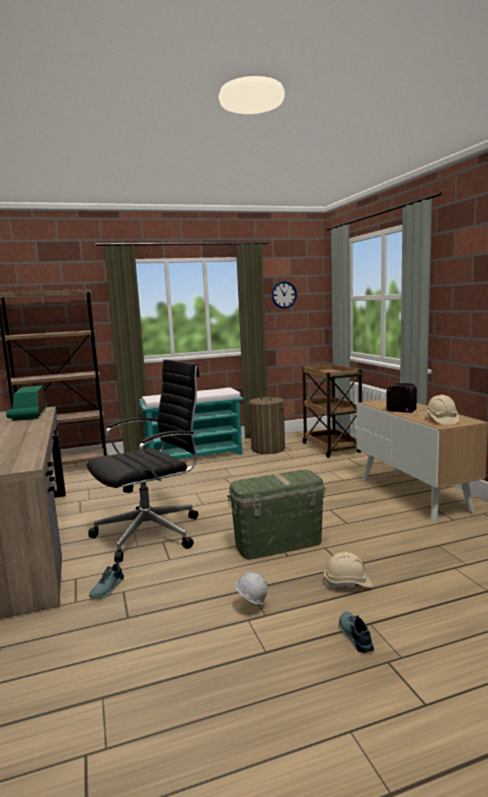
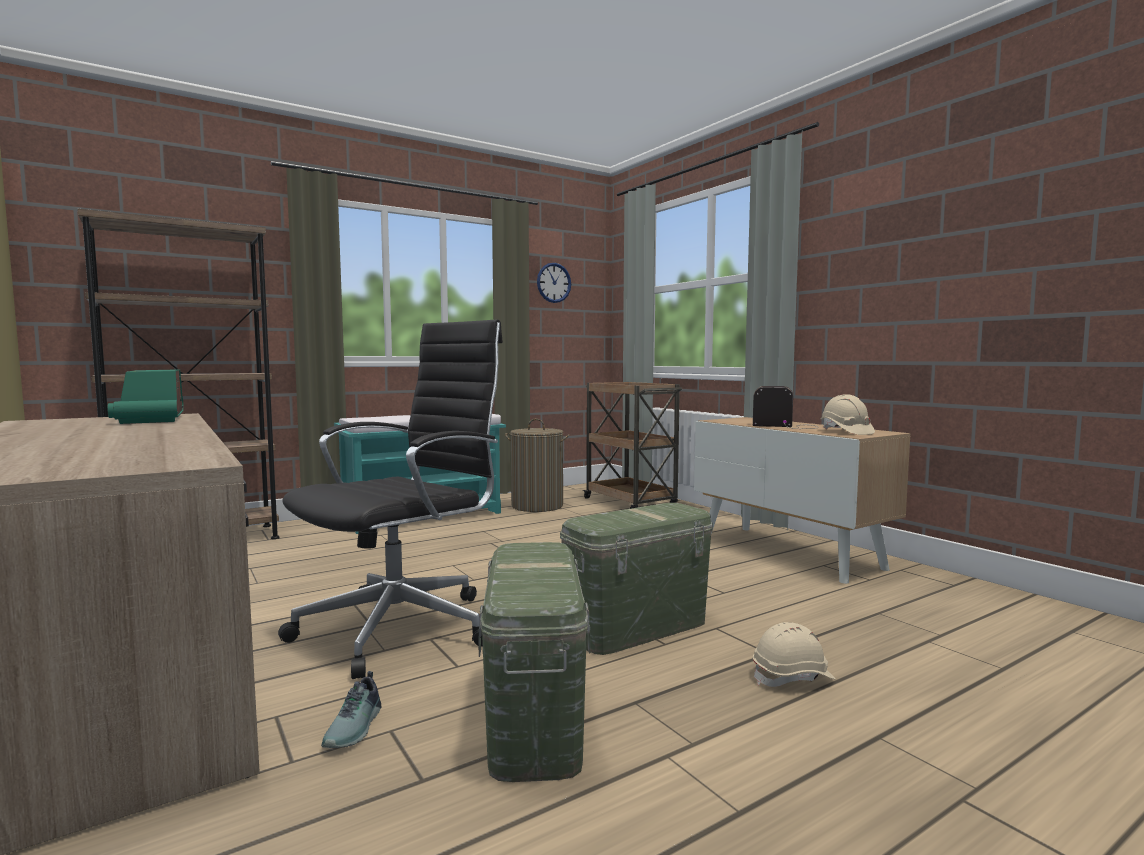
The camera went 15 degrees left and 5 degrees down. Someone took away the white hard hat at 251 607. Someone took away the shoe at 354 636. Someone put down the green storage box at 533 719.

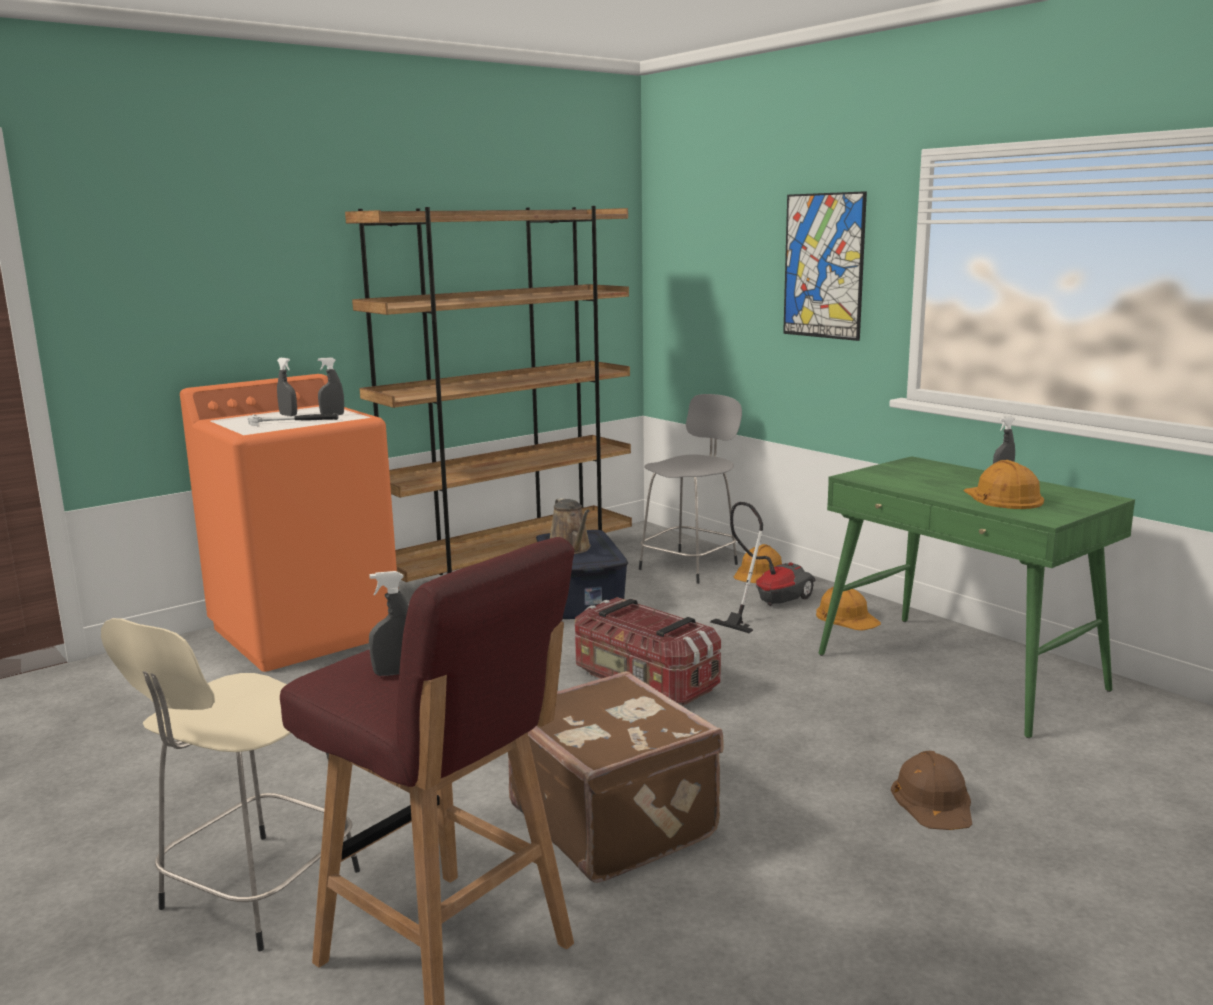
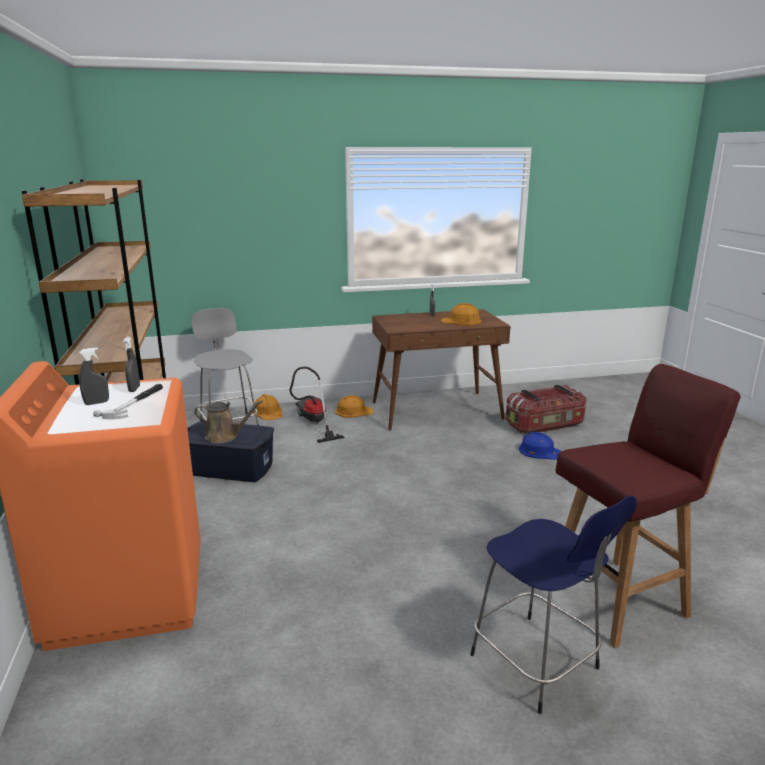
The camera went 65 degrees left and 5 degrees up. Someone repainted the beige stool at 256 893, which became the blue stool at 537 664. Someone took away the grey spray bottle at 395 673. Someone took away the brown suitcase at 615 820. Someone carried the storage box from 643 681 to 545 425. Someone took away the picture at 823 266. Someone repainted the green desk at 960 672, which became the brown desk at 437 410. Someone repainted the brown hard hat at 933 800, which became the blue hard hat at 540 451.

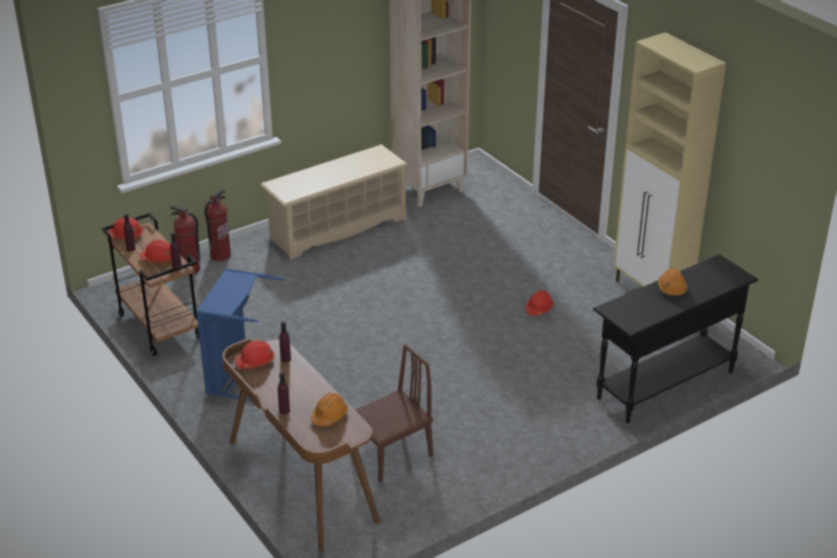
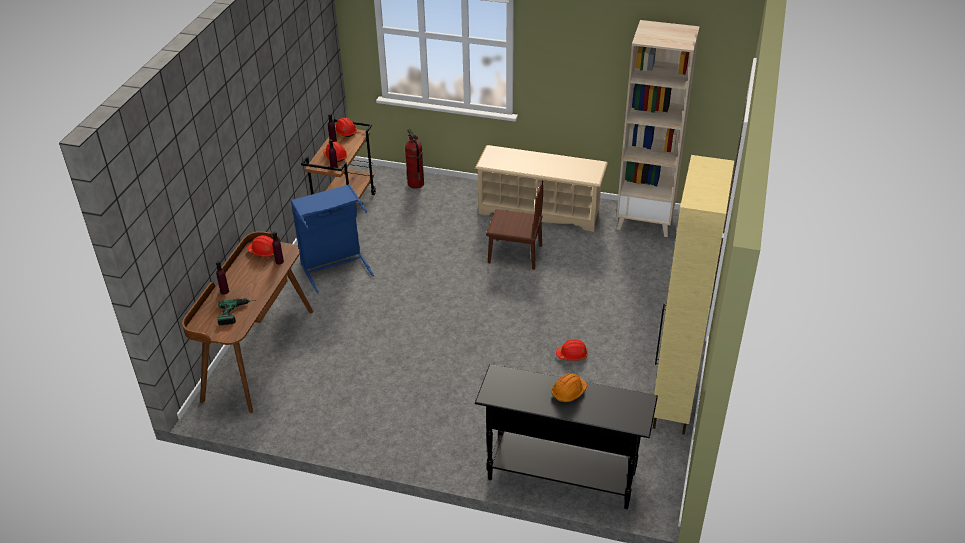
The camera went 50 degrees right and 5 degrees up. Someone took away the fire extinguisher at 220 256. Someone swapped the orange hard hat at 329 416 for the power drill at 237 312. Someone carried the brown chair from 391 454 to 515 254.

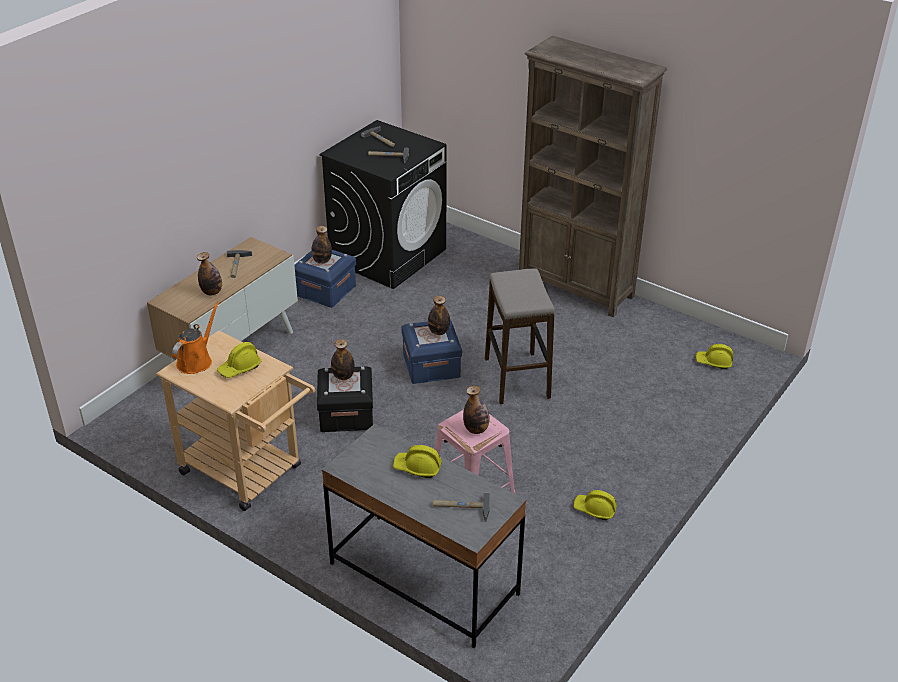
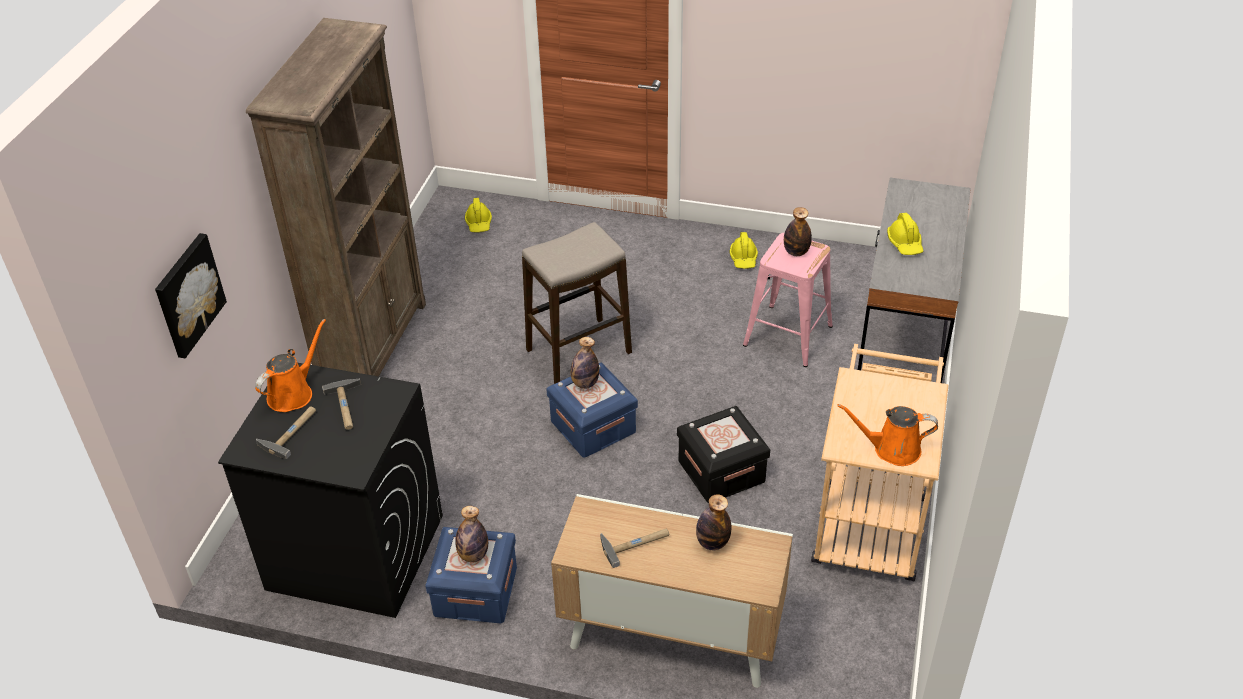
The camera went 110 degrees left and 5 degrees up. Someone took away the yellow hard hat at 240 368. Someone took away the bottle at 343 376. Someone took away the hammer at 461 508. Someone put up the picture at 188 295. Someone put down the orange watering can at 293 393.

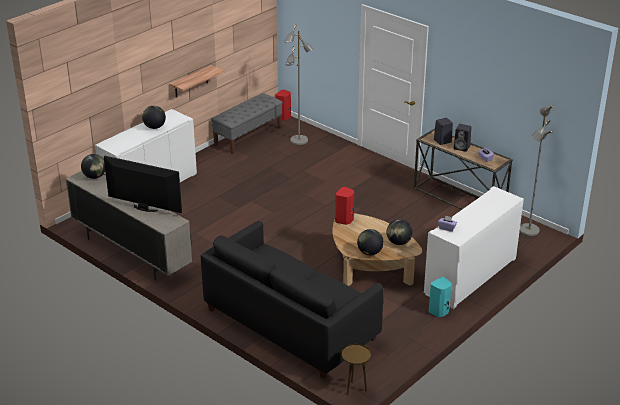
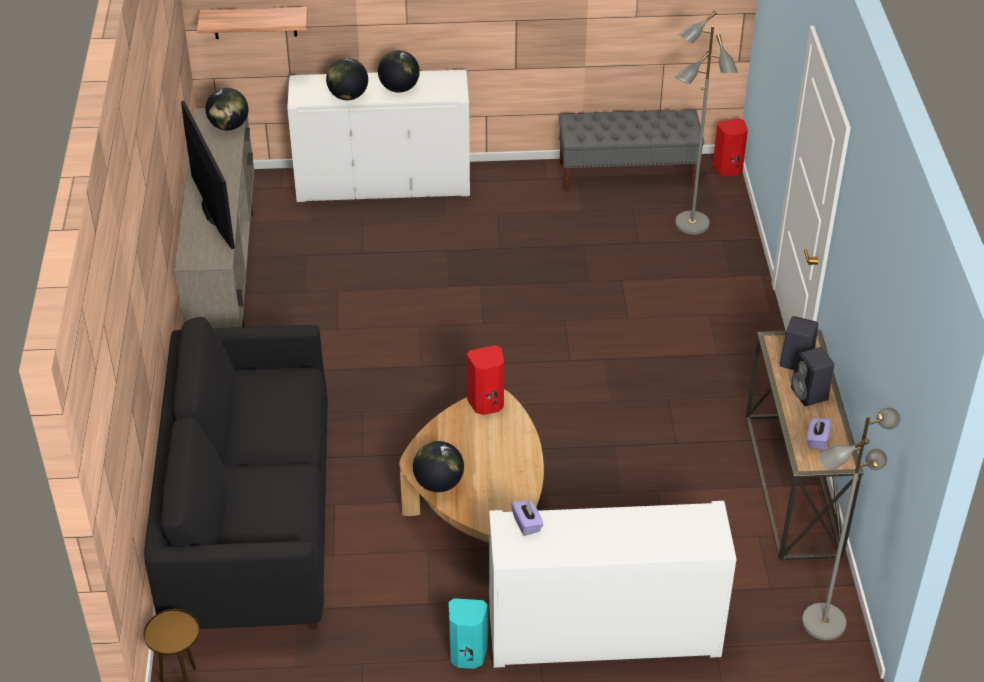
The camera went 45 degrees right and 10 degrees up. Someone carried the shelf from 191 82 to 255 22. Someone carried the globe from 398 242 to 348 96.

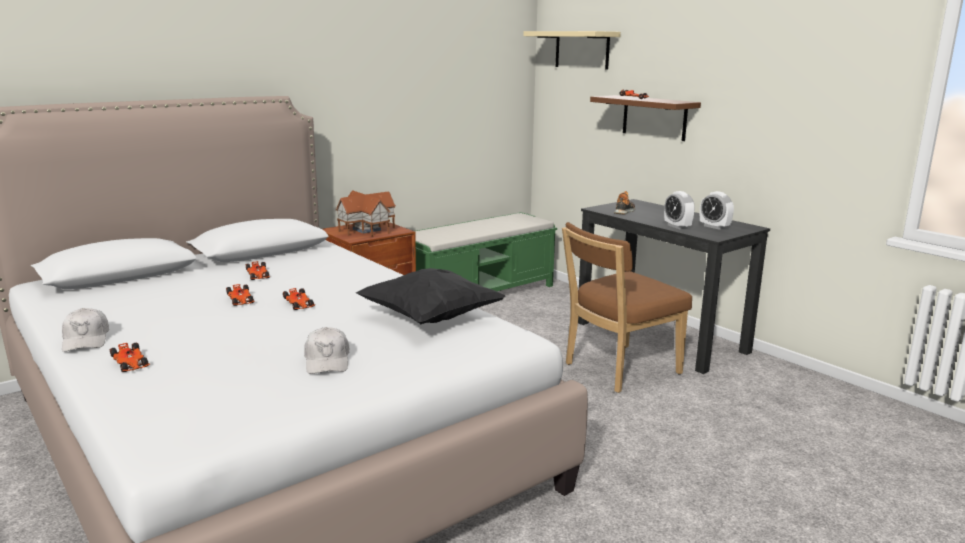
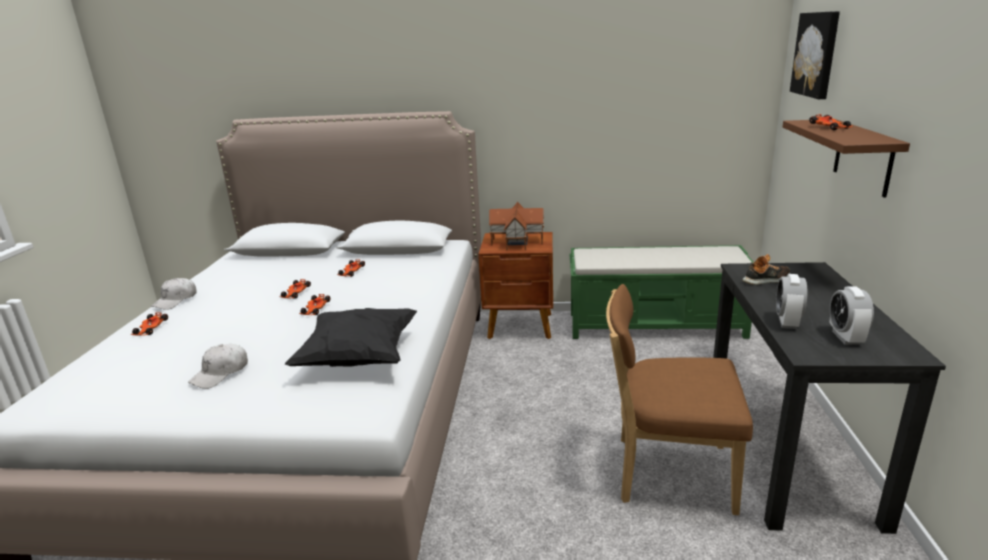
The camera went 45 degrees right and 5 degrees up. Someone swapped the beige shelf at 582 50 for the picture at 817 54.

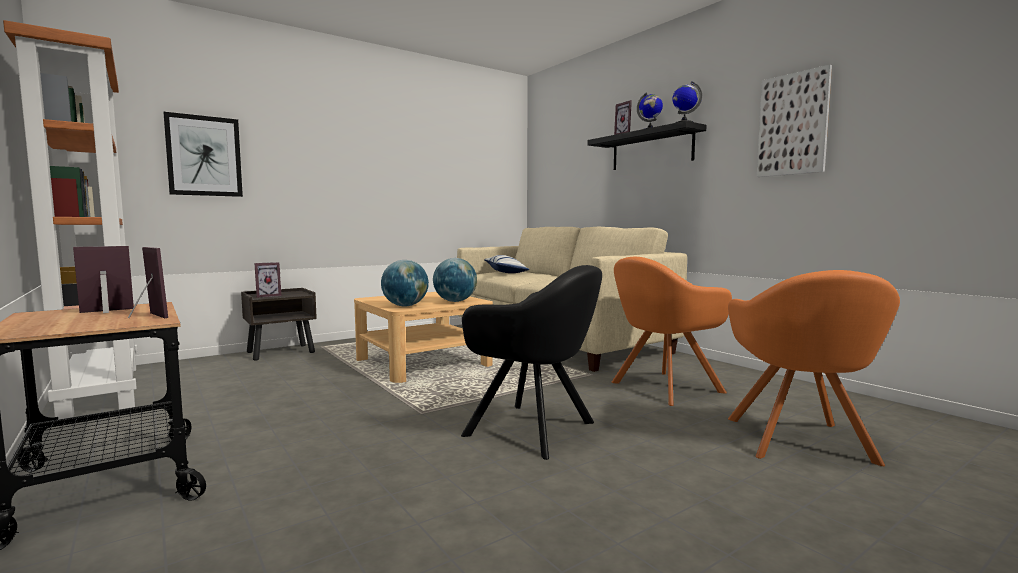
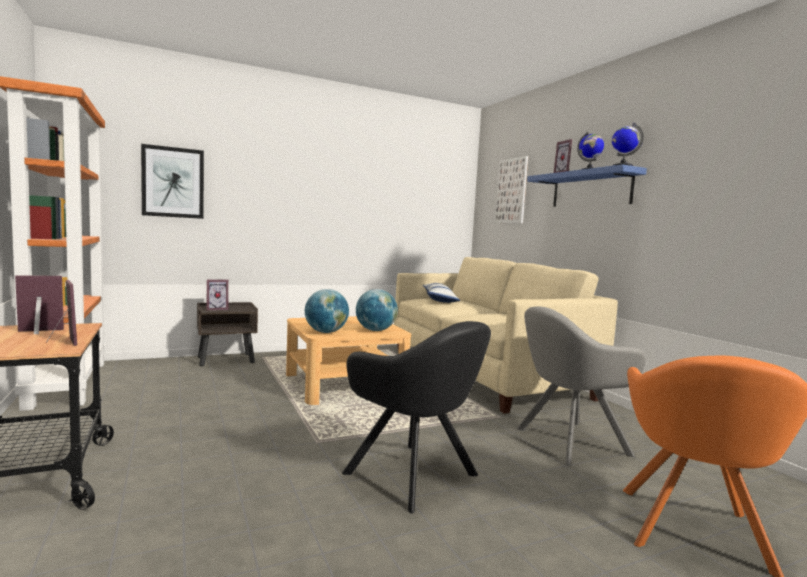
The camera went 10 degrees right and 0 degrees up. Someone repainted the black shelf at 651 150, which became the blue shelf at 590 189. Someone repainted the orange armchair at 661 388, which became the grey armchair at 566 442. Someone carried the picture from 793 124 to 511 191.

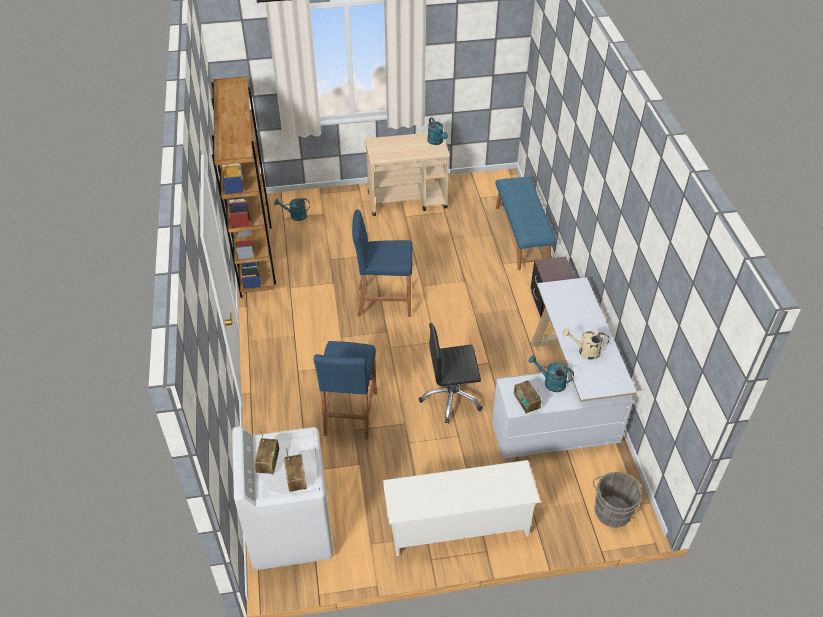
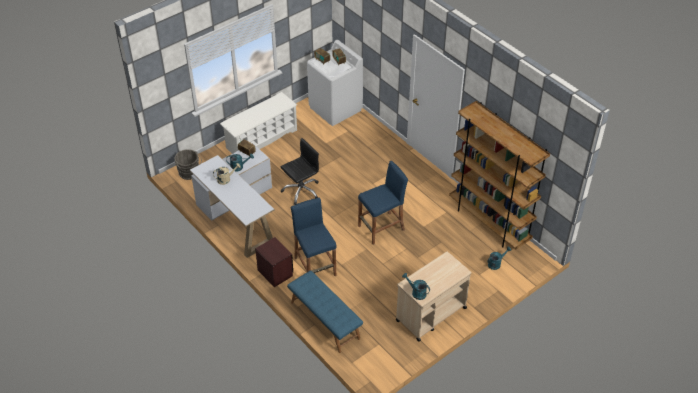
The camera went 150 degrees right and 0 degrees up. Someone carried the blue stool from 350 413 to 315 266.

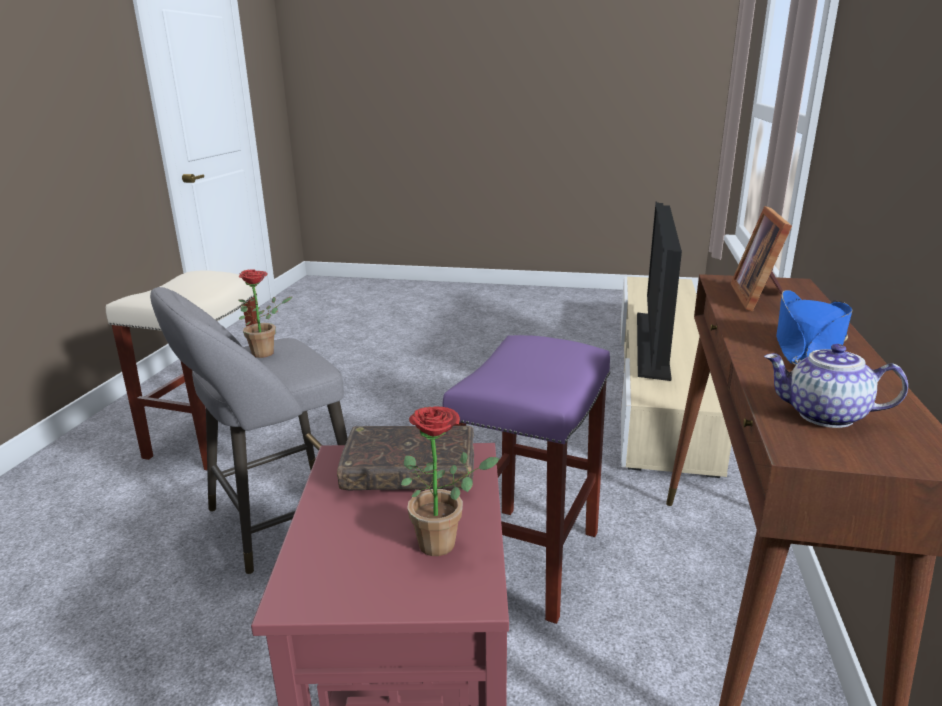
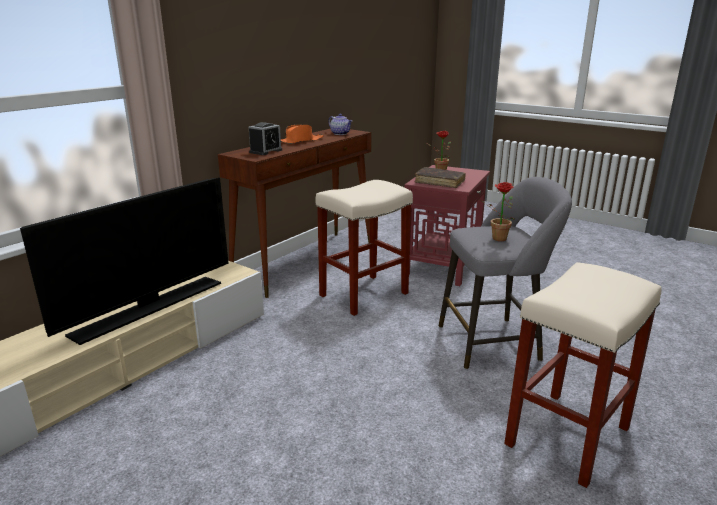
The camera went 155 degrees left and 0 degrees up. Someone repainted the purple stool at 527 561, which became the beige stool at 364 294. Someone swapped the picture frame at 759 297 for the alarm clock at 265 151. Someone repainted the blue hat at 807 345, which became the orange hat at 299 141.

